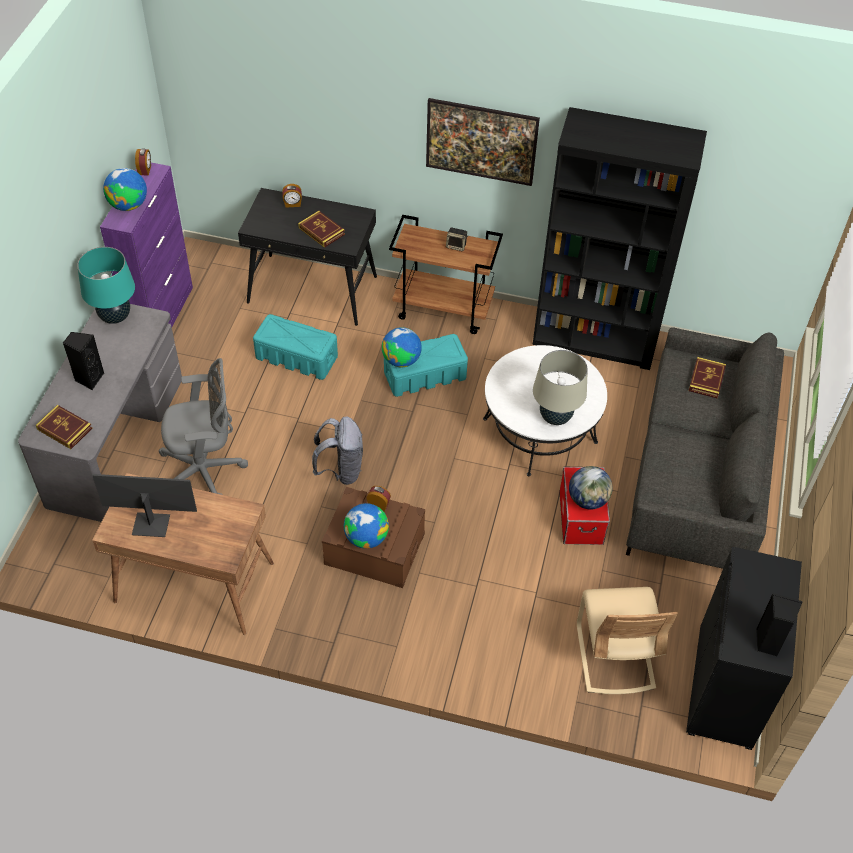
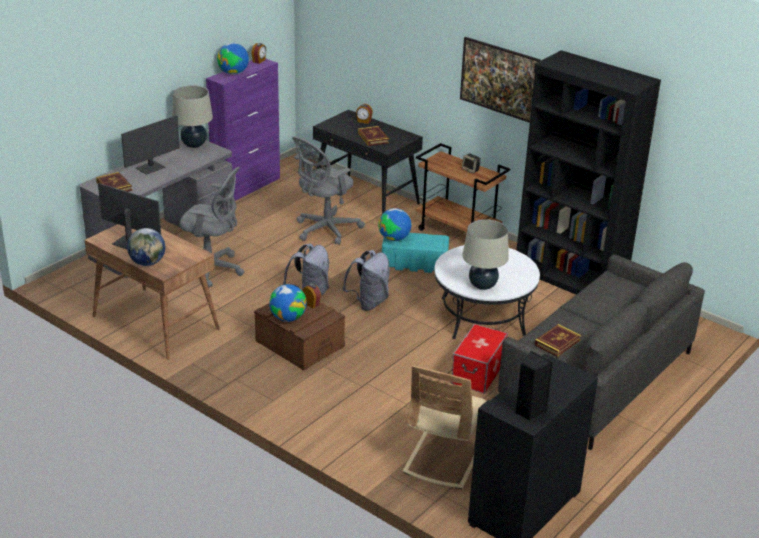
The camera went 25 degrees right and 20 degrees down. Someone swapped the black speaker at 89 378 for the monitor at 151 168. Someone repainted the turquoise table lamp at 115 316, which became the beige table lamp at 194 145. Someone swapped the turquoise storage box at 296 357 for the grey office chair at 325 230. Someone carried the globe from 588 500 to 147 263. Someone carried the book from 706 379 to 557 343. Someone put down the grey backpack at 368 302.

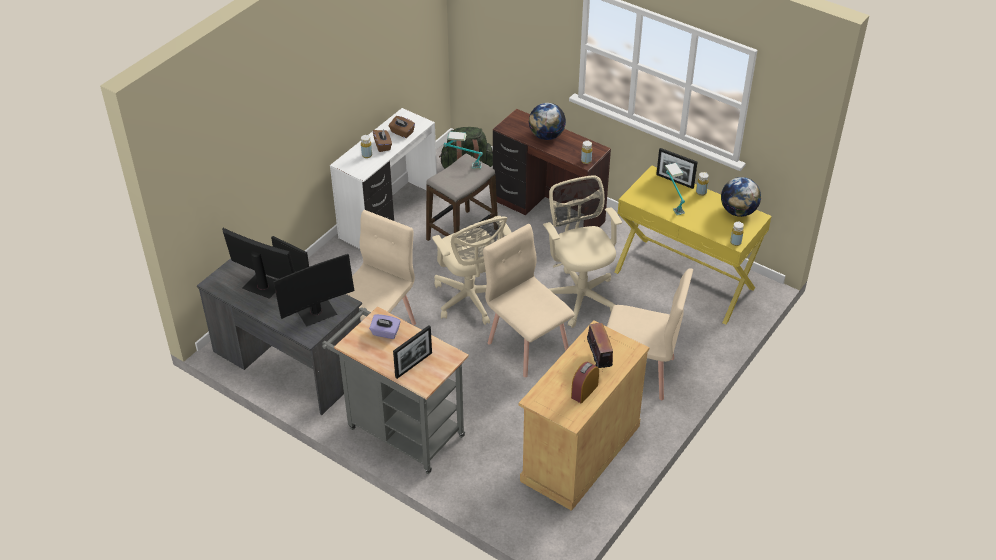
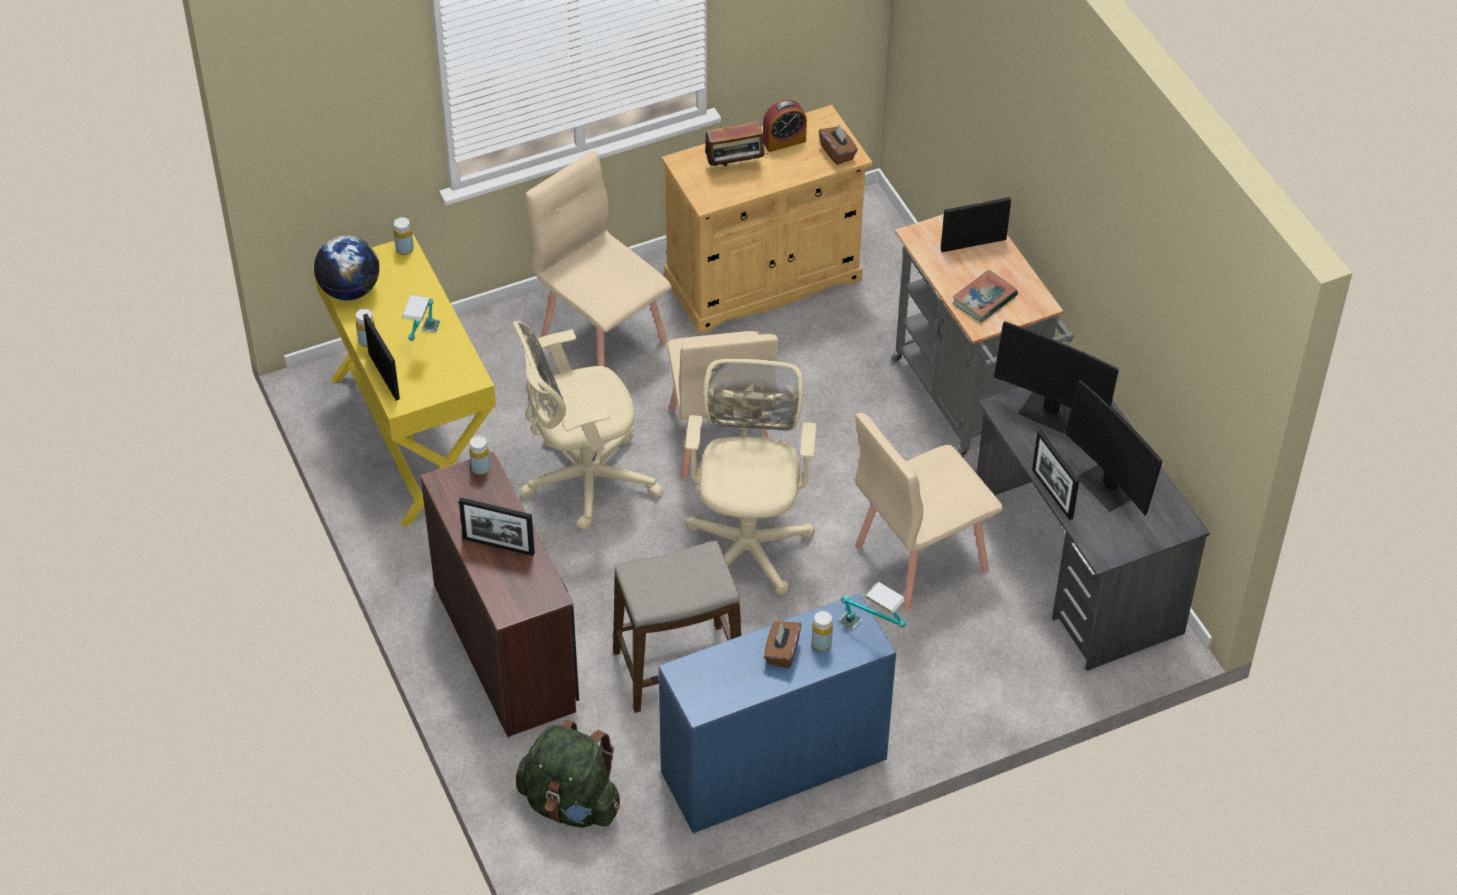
The camera went 150 degrees left and 5 degrees up. Someone rotated the monitor at 316 312 by 150 degrees counterclockwise. Someone repainted the white desk at 390 216, which became the blue desk at 772 764. Someone swapped the purple tissue box at 385 333 for the book at 984 300. Someone carried the brown tissue box from 402 132 to 837 153. Someone carried the table lamp from 463 165 to 871 634. Someone swapped the globe at 546 136 for the picture frame at 498 546. Someone rotated the beige office chair at 580 294 by 60 degrees clockwise. Someone rotated the radio at 599 360 by 120 degrees counterclockwise.

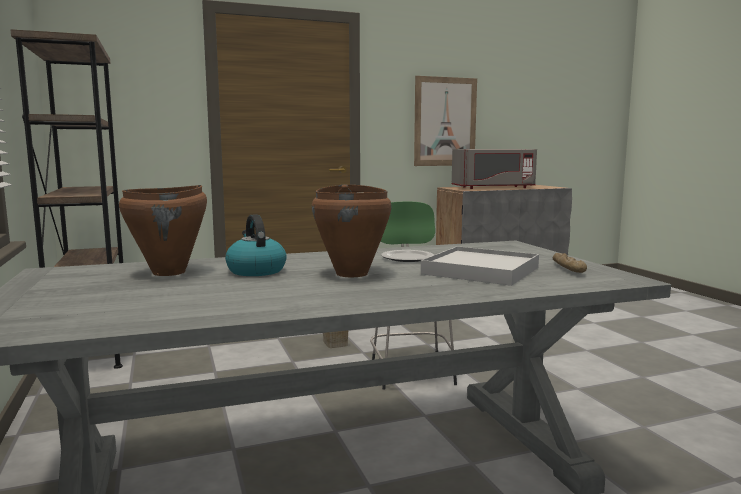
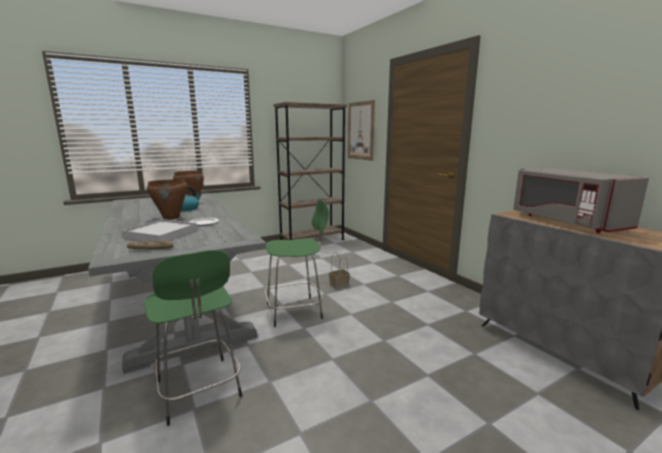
The camera went 80 degrees right and 5 degrees up. Someone carried the picture from 445 122 to 361 131. Someone put down the green stool at 199 391.

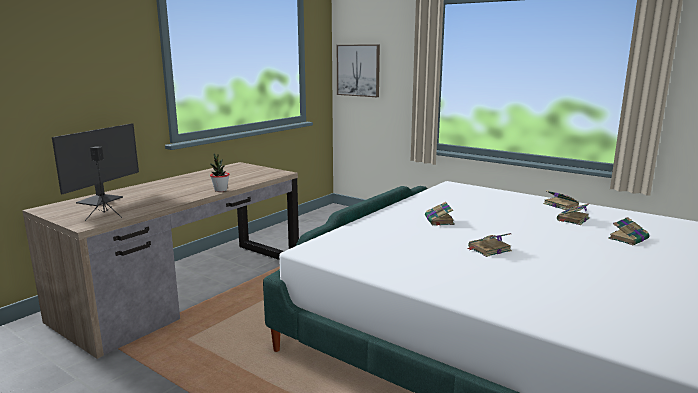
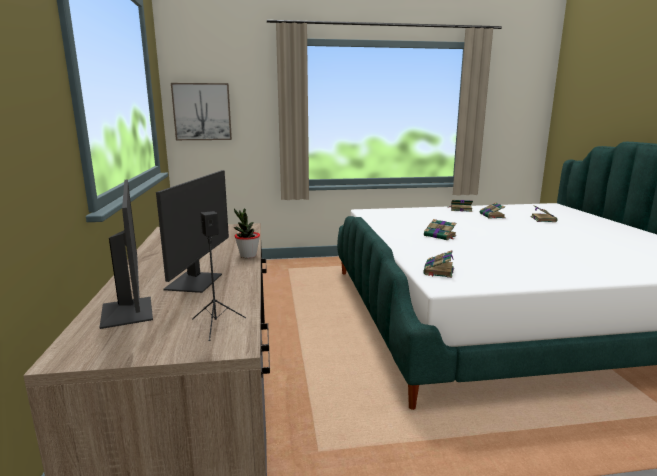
The camera went 45 degrees left and 0 degrees up. Someone carried the book from 488 249 to 438 271. Someone put down the monitor at 195 282.

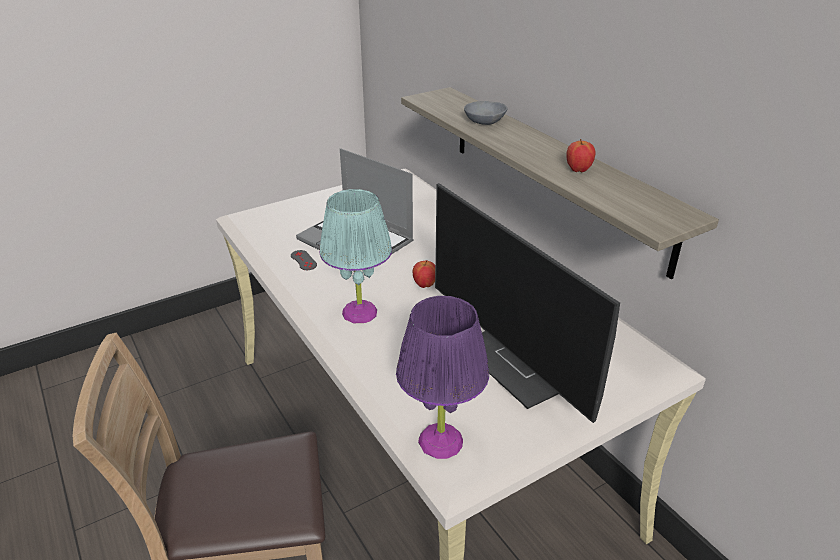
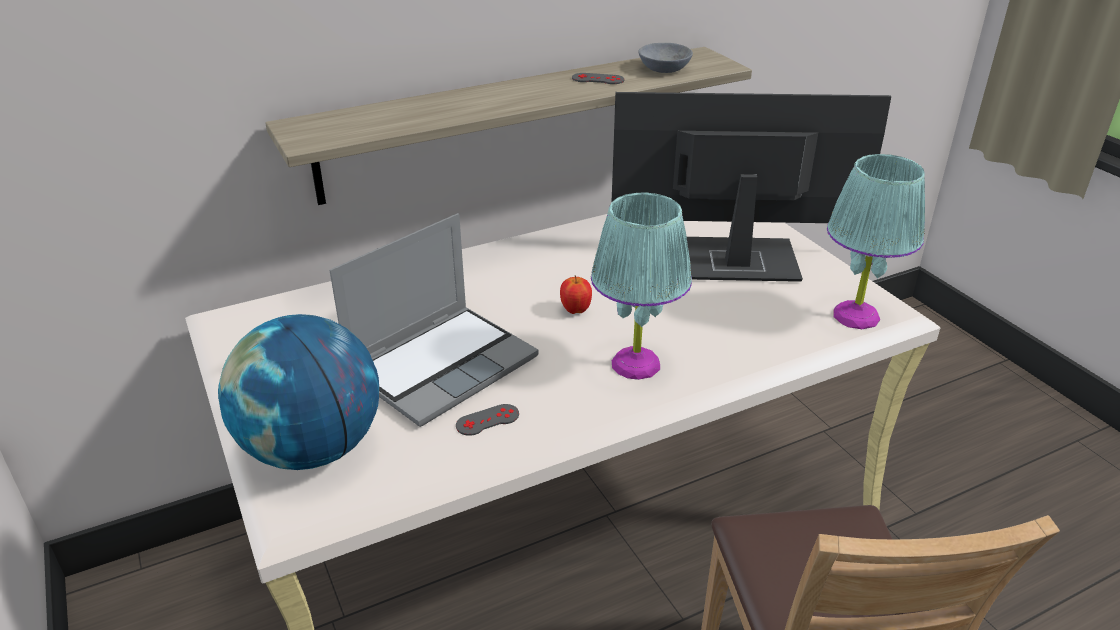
The camera went 85 degrees left and 0 degrees up. Someone repainted the purple table lamp at 441 441, which became the turquoise table lamp at 855 315. Someone rotated the monitor at 520 365 by 150 degrees counterclockwise. Someone carried the grey bowl from 485 120 to 662 68. Someone swapped the apple at 578 170 for the grey game controller at 598 79. Someone put down the globe at 313 449.

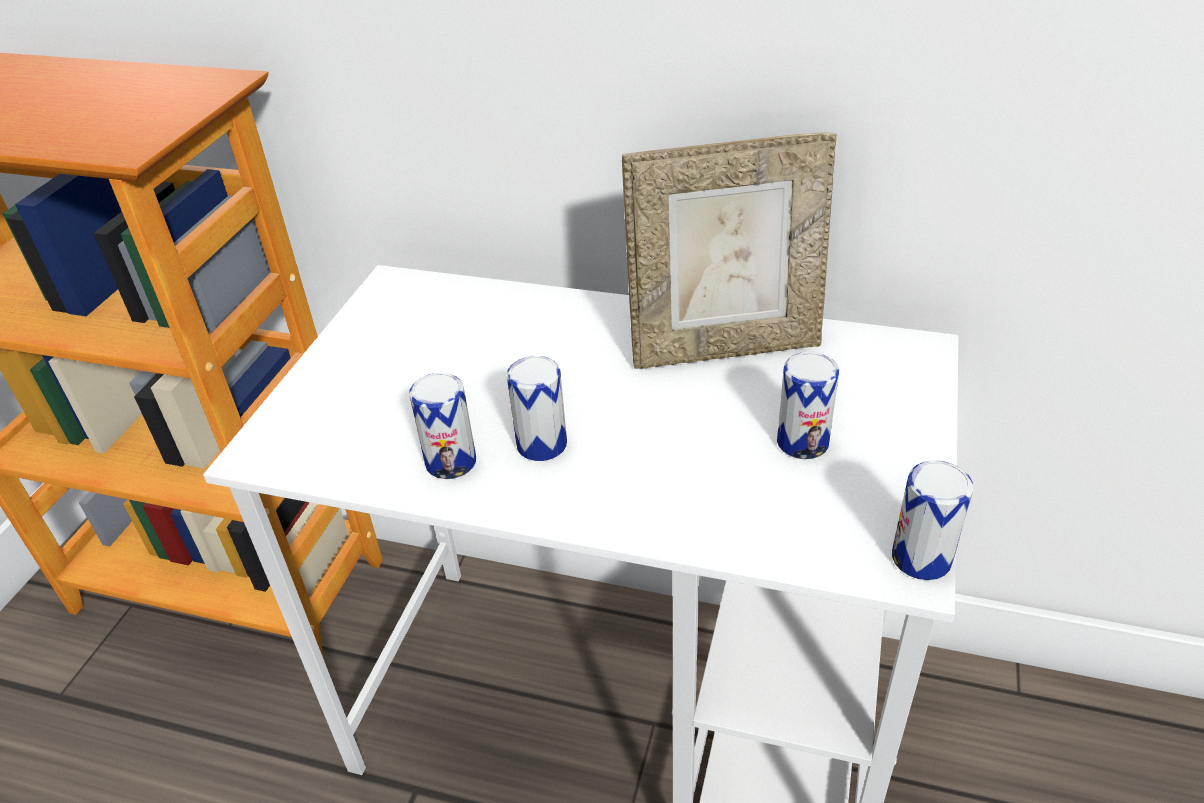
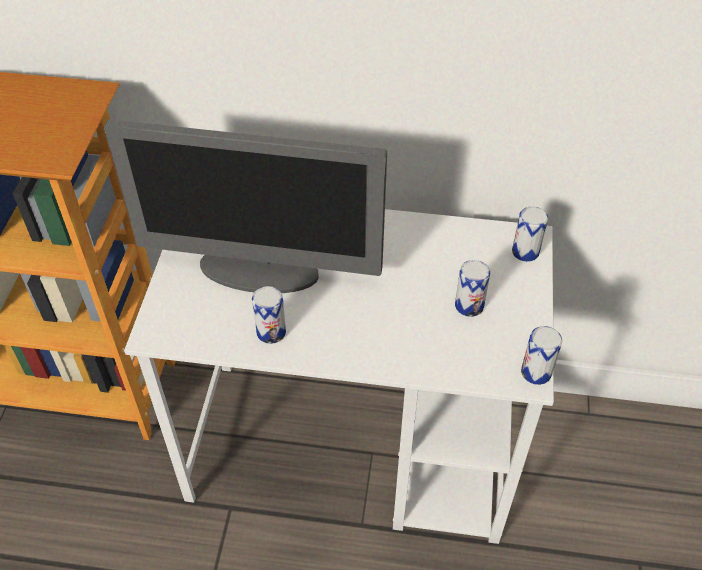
The camera went 10 degrees left and 10 degrees up. Someone carried the can from 541 444 to 525 251. Someone took away the picture frame at 725 348. Someone put down the monitor at 260 271.

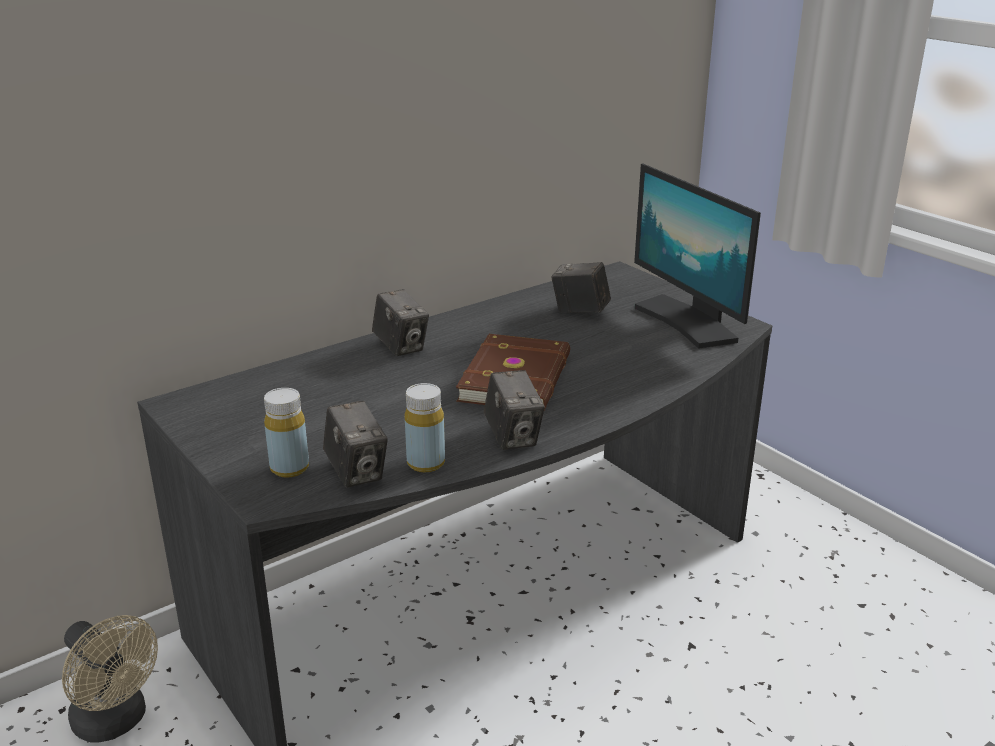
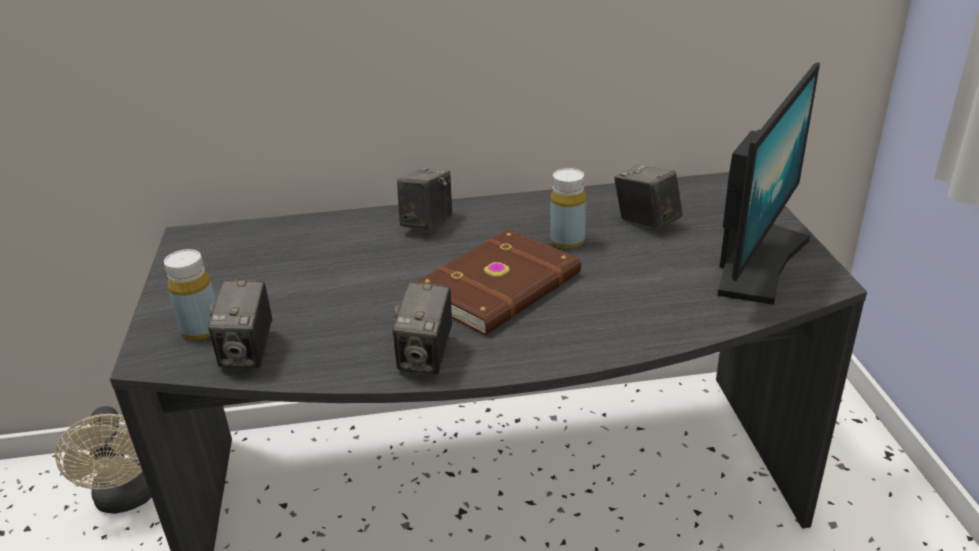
The camera went 30 degrees right and 5 degrees up. Someone rotated the photo camera at 401 347 by 150 degrees counterclockwise. Someone carried the yellow bottle from 426 463 to 567 241. Someone rotated the monitor at 687 322 by 150 degrees counterclockwise.

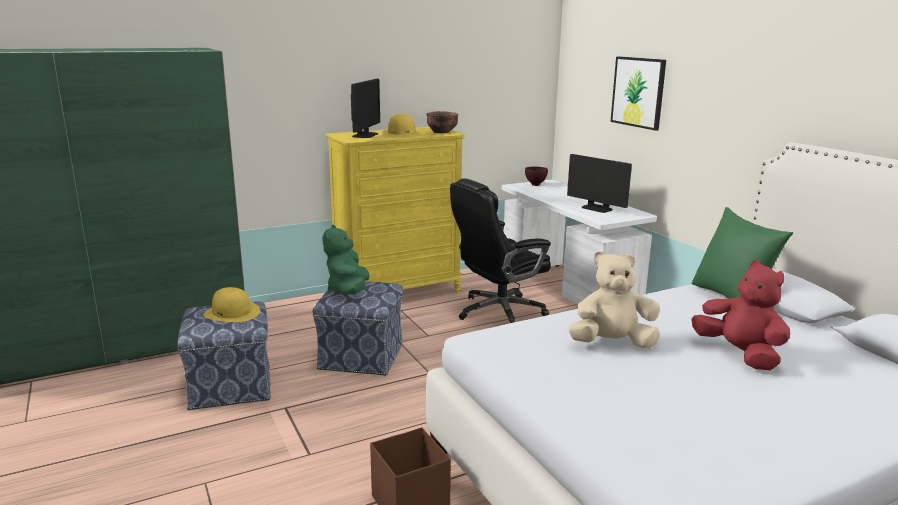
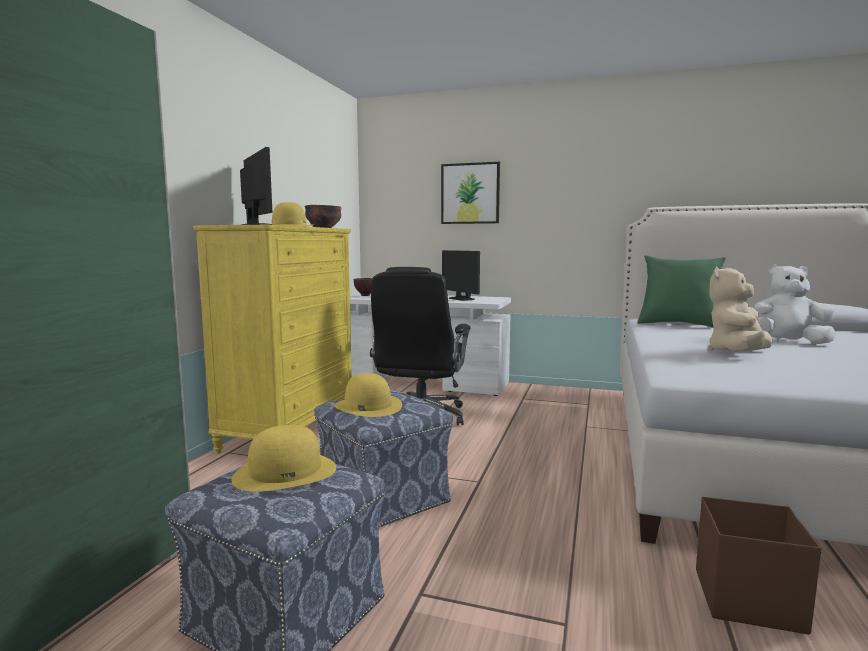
The camera went 45 degrees left and 10 degrees down. Someone swapped the green plush toy at 348 290 for the yellow hat at 367 406. Someone rotated the monitor at 597 208 by 60 degrees clockwise. Someone repainted the red plush toy at 739 354, which became the white plush toy at 787 342.

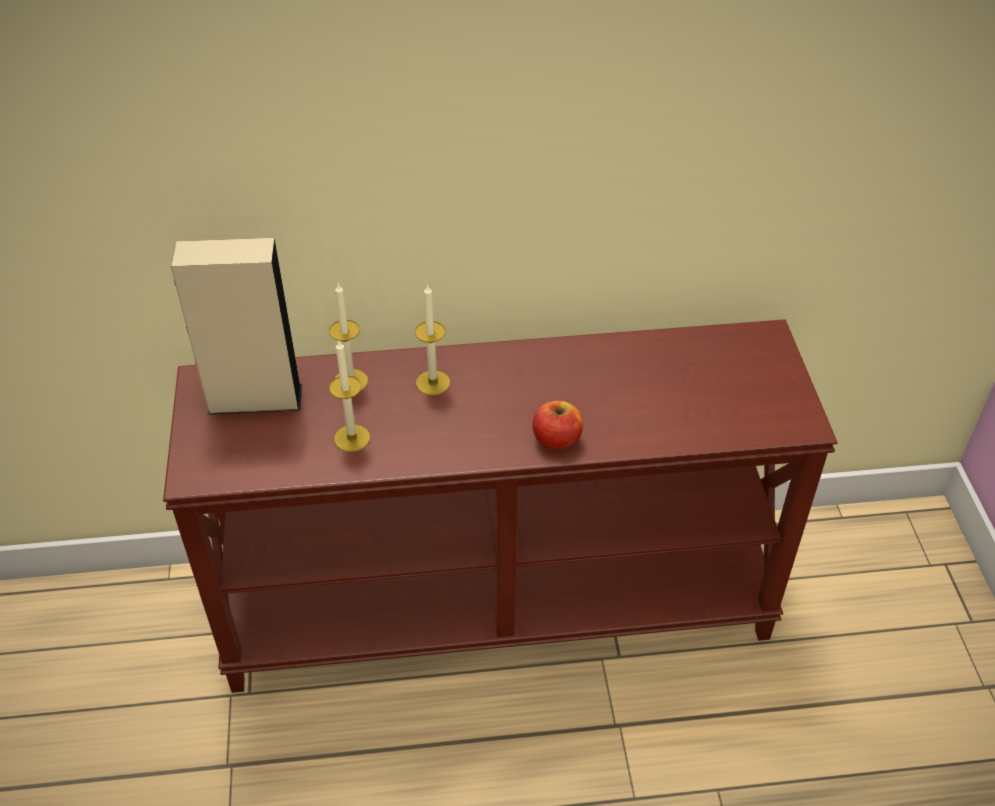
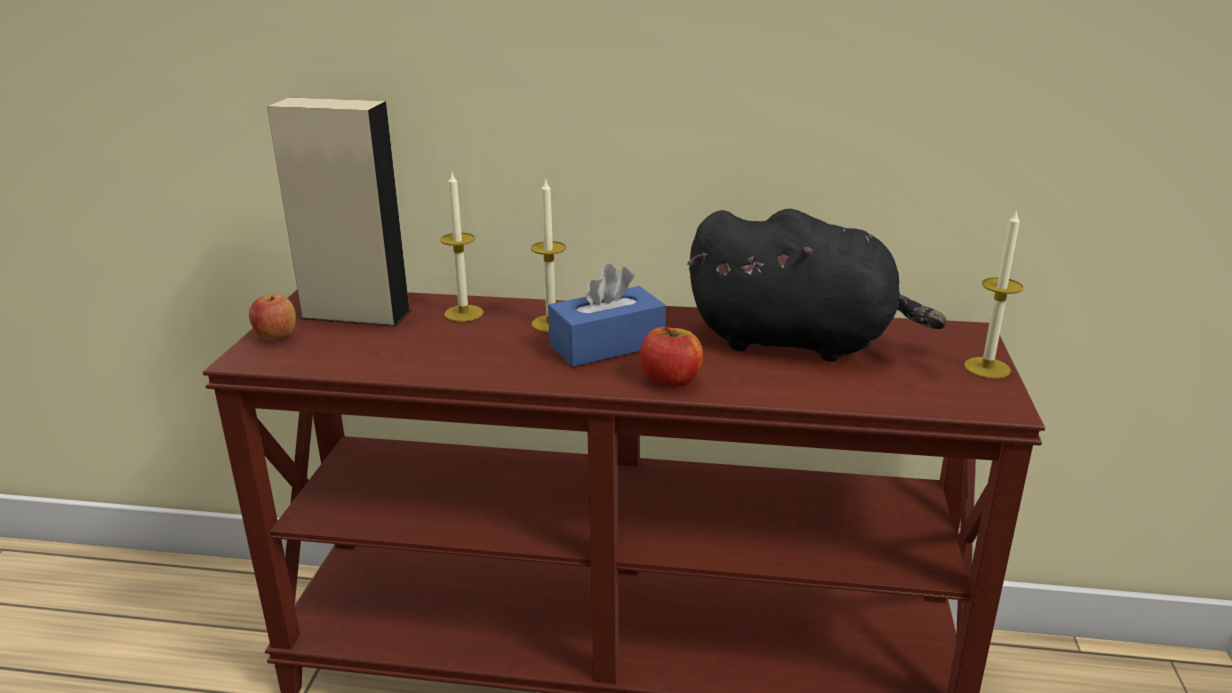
The camera went 15 degrees right and 20 degrees down. Someone carried the candle from 352 438 to 987 368. Someone put down the apple at 276 337. Someone put down the blue tissue box at 607 345. Someone put down the black plush toy at 799 342.

